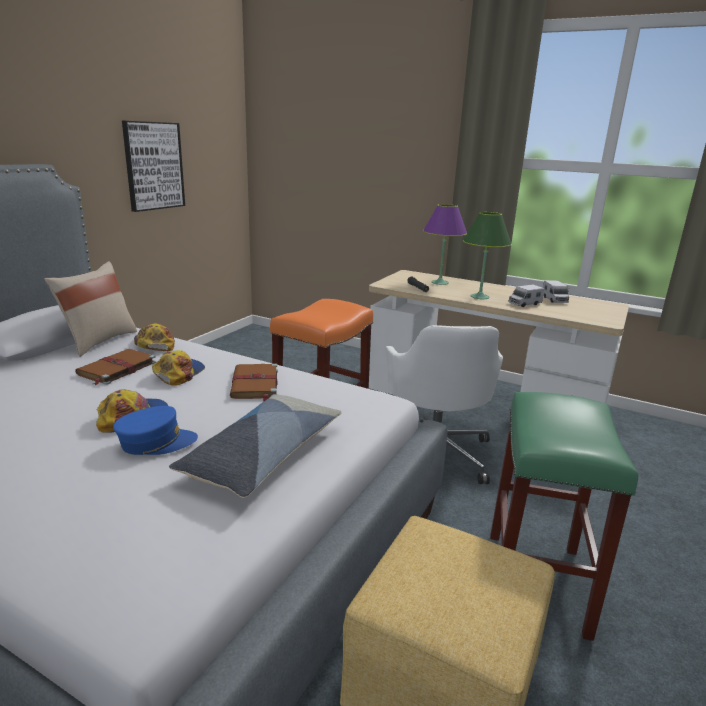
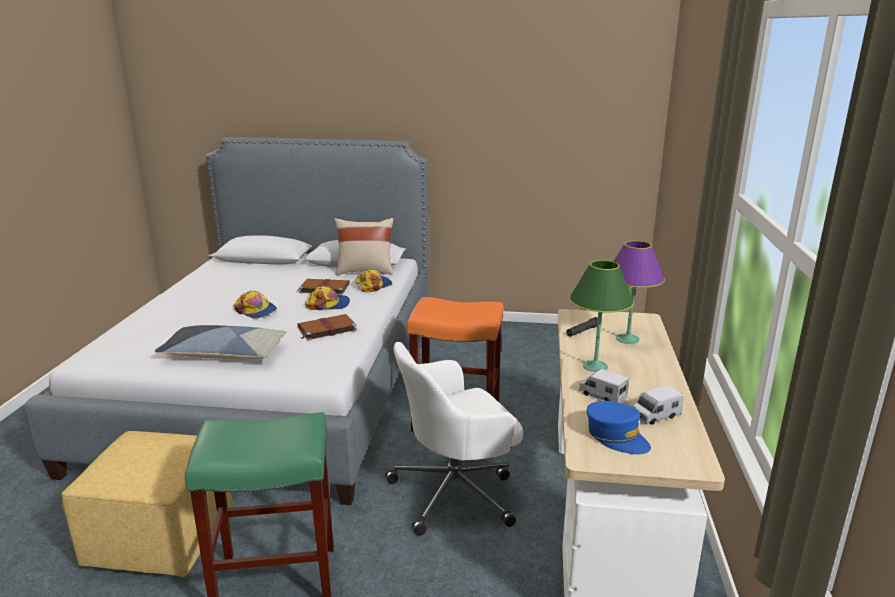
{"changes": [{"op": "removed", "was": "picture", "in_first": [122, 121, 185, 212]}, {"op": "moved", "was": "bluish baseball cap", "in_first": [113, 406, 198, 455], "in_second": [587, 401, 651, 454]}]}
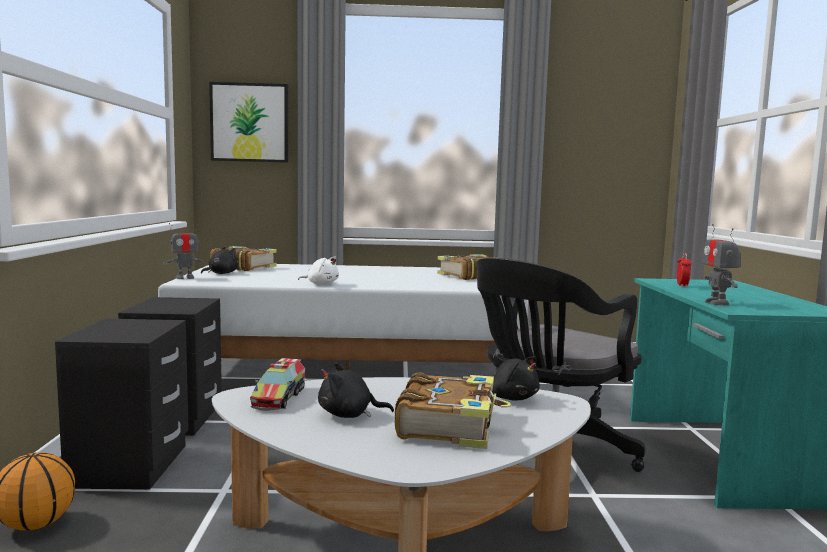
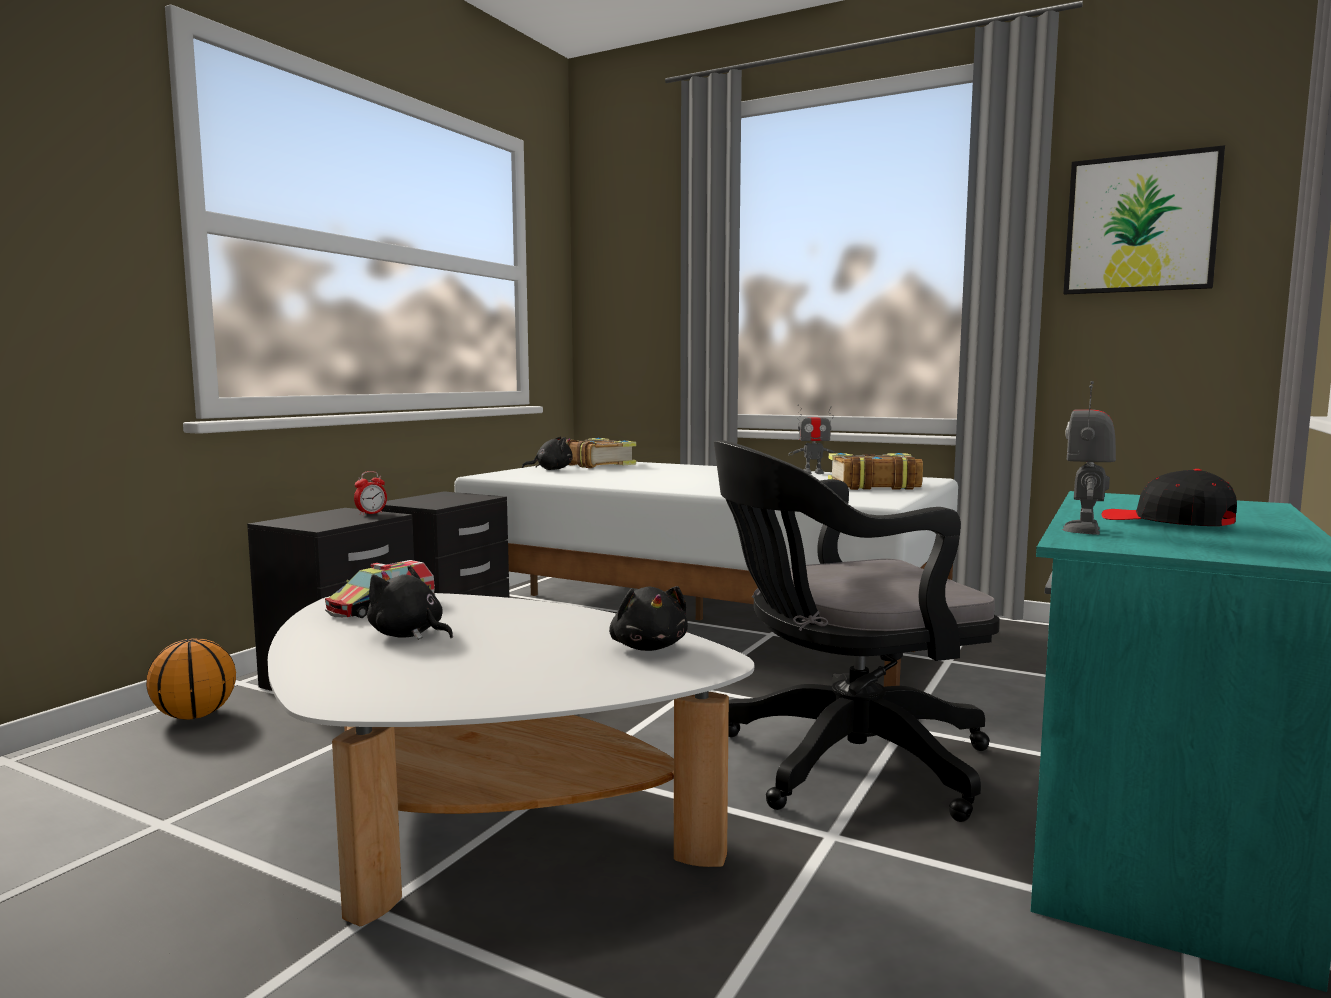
{"changes": [{"op": "removed", "was": "white-coloured plush toy", "in_first": [298, 257, 339, 285]}, {"op": "removed", "was": "book", "in_first": [395, 373, 511, 449]}, {"op": "added", "now": "black-coloured baseball cap", "in_second": [1102, 469, 1237, 526]}, {"op": "moved", "was": "toy robot", "in_first": [163, 223, 206, 279], "in_second": [789, 405, 837, 474]}, {"op": "moved", "was": "picture", "in_first": [209, 82, 288, 163], "in_second": [1063, 145, 1225, 295]}, {"op": "moved", "was": "table clock", "in_first": [677, 253, 692, 287], "in_second": [354, 471, 387, 515]}]}
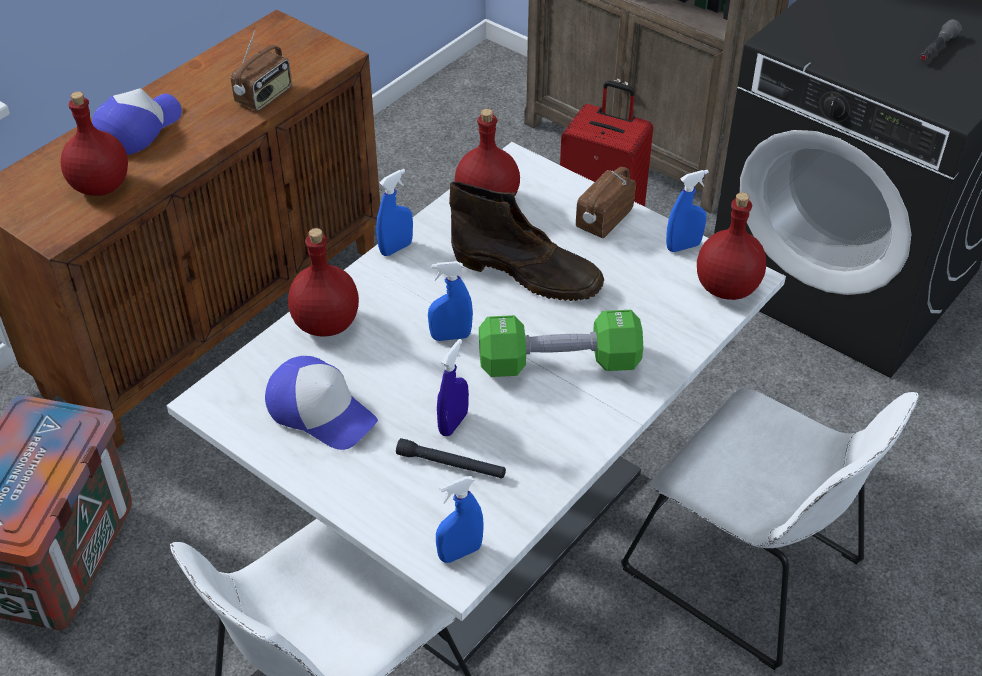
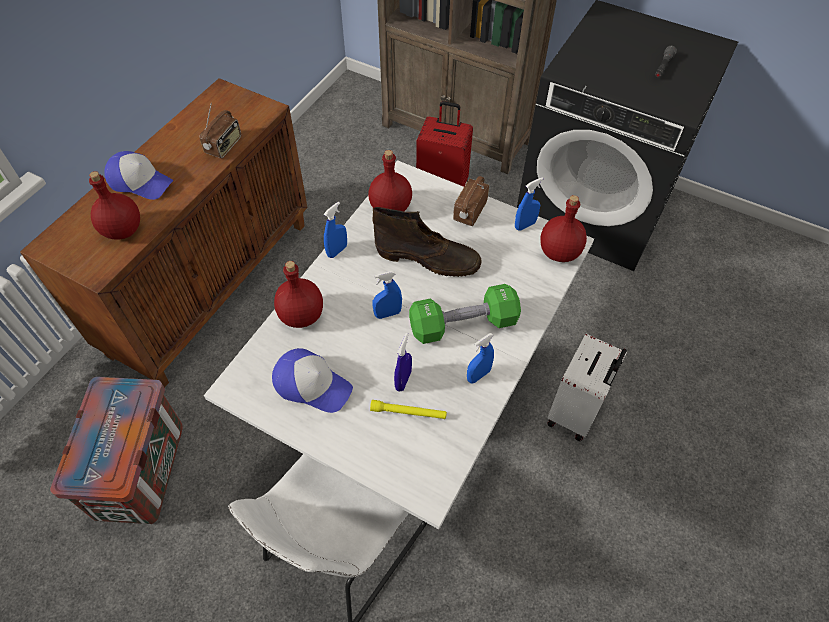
{"changes": [{"op": "moved", "was": "bluish sprayer", "in_first": [436, 476, 484, 563], "in_second": [467, 333, 494, 384]}, {"op": "replaced", "was": "white-coloured upright chair", "now": "white-coloured piece of luggage", "in_first": [621, 388, 919, 670], "in_second": [547, 334, 627, 441]}, {"op": "recoloured", "was": "black-coloured flashlight", "now": "yellow-coloured flashlight", "in_first": [396, 438, 506, 479], "in_second": [370, 400, 447, 419]}, {"op": "turned", "was": "baseball cap", "in_first": [92, 88, 182, 155], "in_second": [104, 151, 173, 200], "clockwise": 90}]}
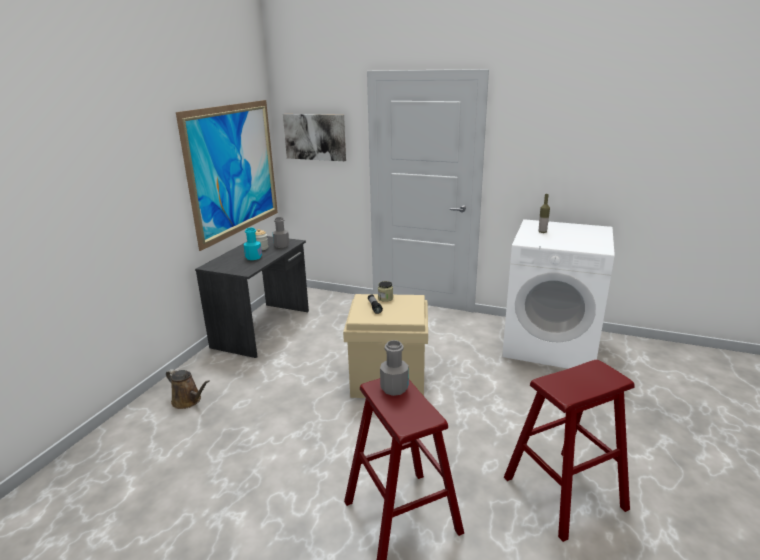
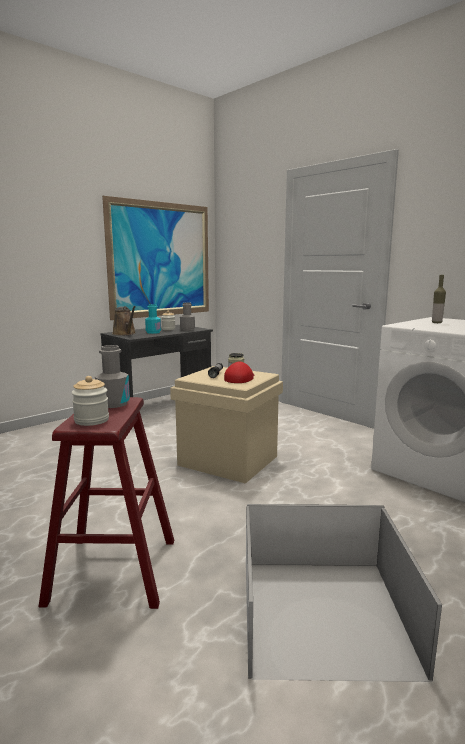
{"changes": [{"op": "removed", "was": "picture", "in_first": [283, 114, 346, 161]}, {"op": "added", "now": "storage jar", "in_second": [72, 376, 109, 426]}, {"op": "added", "now": "reddish baseball cap", "in_second": [224, 362, 254, 383]}, {"op": "moved", "was": "brown-coloured watering pot", "in_first": [166, 369, 210, 409], "in_second": [112, 306, 136, 336]}, {"op": "replaced", "was": "reddish stool seat", "now": "white-coloured storage bin", "in_first": [504, 360, 635, 542], "in_second": [246, 504, 442, 682]}]}
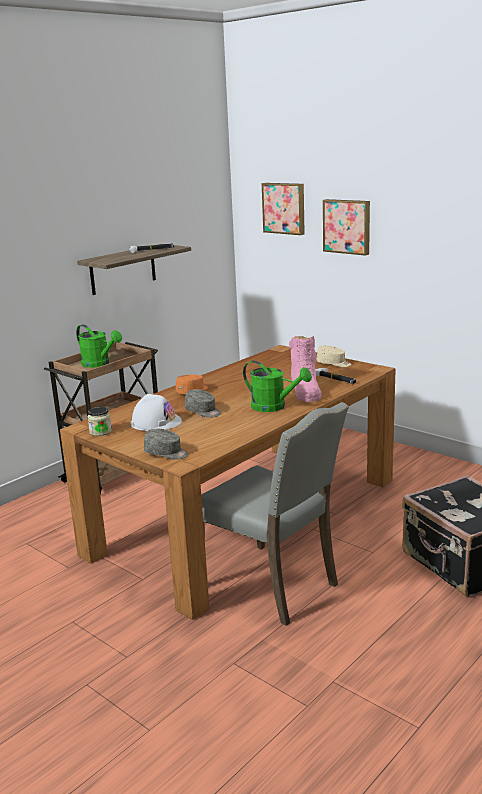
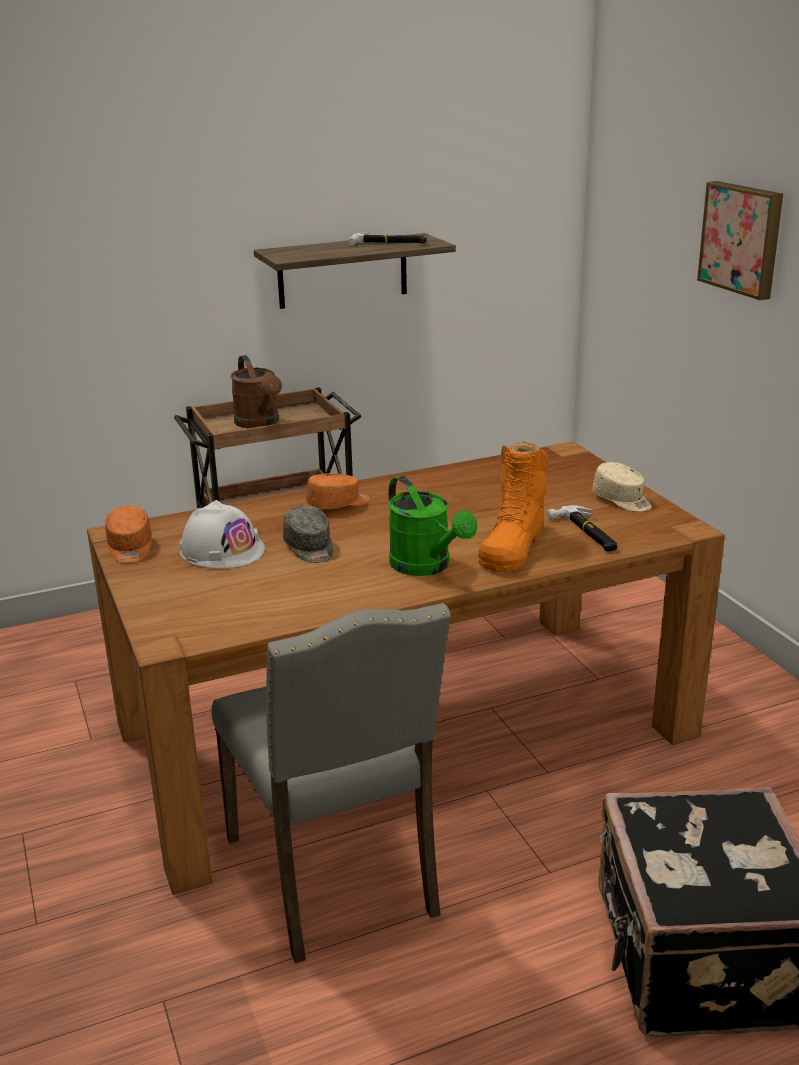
{"changes": [{"op": "removed", "was": "grey baseball cap", "in_first": [144, 429, 189, 460]}, {"op": "removed", "was": "picture", "in_first": [262, 183, 305, 235]}, {"op": "replaced", "was": "storage jar", "now": "orange baseball cap", "in_first": [88, 407, 112, 436], "in_second": [105, 505, 152, 563]}, {"op": "recoloured", "was": "green watering pot", "now": "brown-coloured watering pot", "in_first": [76, 324, 122, 368], "in_second": [231, 355, 282, 428]}, {"op": "recoloured", "was": "pinkish boot", "now": "orange boot", "in_first": [289, 336, 322, 402], "in_second": [478, 442, 548, 572]}]}
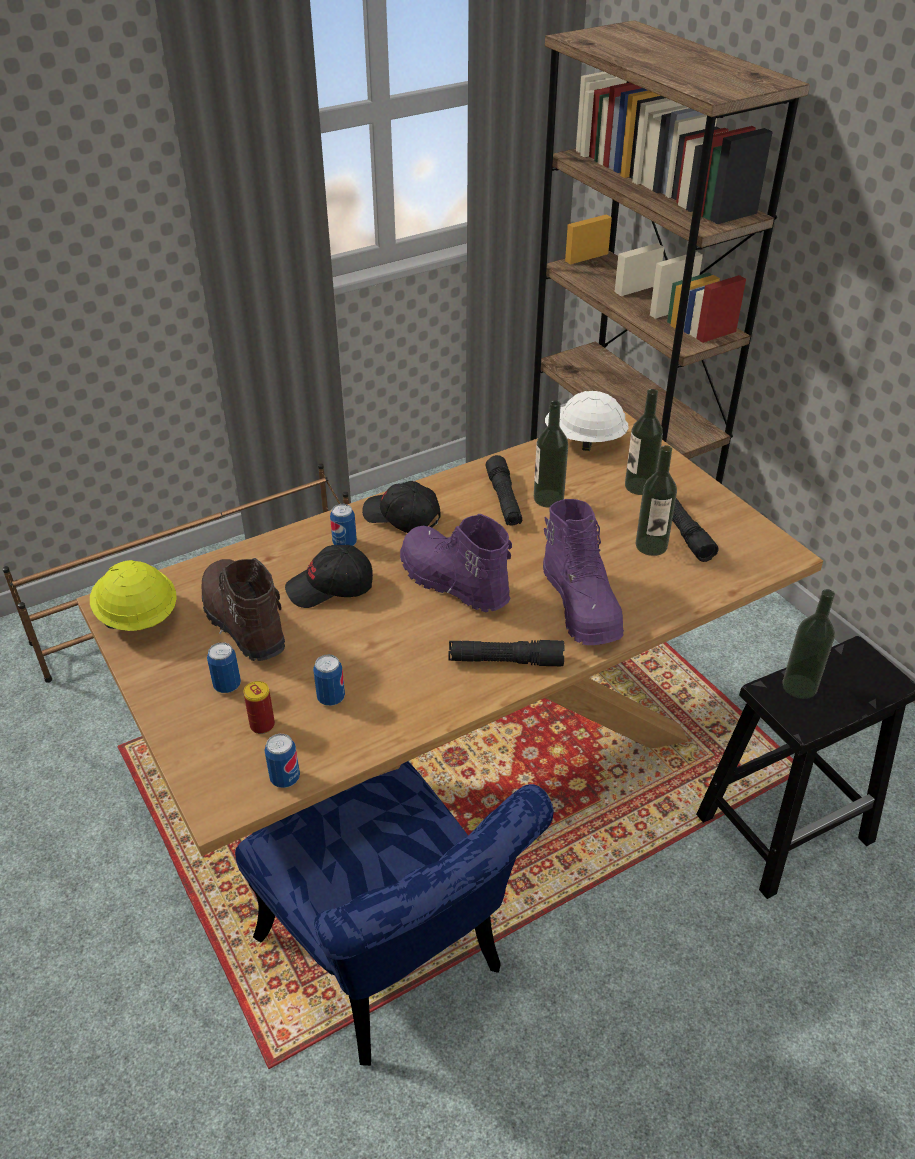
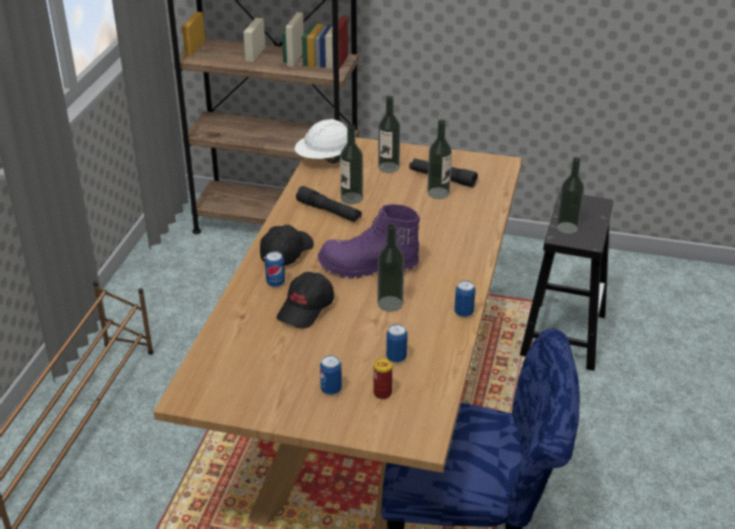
{"changes": [{"op": "removed", "was": "yellow-coloured work helmet", "in_first": [90, 560, 177, 631]}, {"op": "removed", "was": "brown-coloured boot", "in_first": [201, 558, 285, 661]}, {"op": "removed", "was": "black-coloured flashlight", "in_first": [448, 640, 565, 666]}, {"op": "removed", "was": "purple boot", "in_first": [543, 499, 624, 645]}, {"op": "added", "now": "bottle", "in_second": [377, 224, 404, 312]}, {"op": "moved", "was": "sealed can", "in_first": [264, 734, 300, 788], "in_second": [454, 280, 475, 317]}, {"op": "turned", "was": "black-coloured baseball cap", "in_first": [362, 481, 441, 533], "in_second": [260, 225, 314, 266], "clockwise": 135}]}
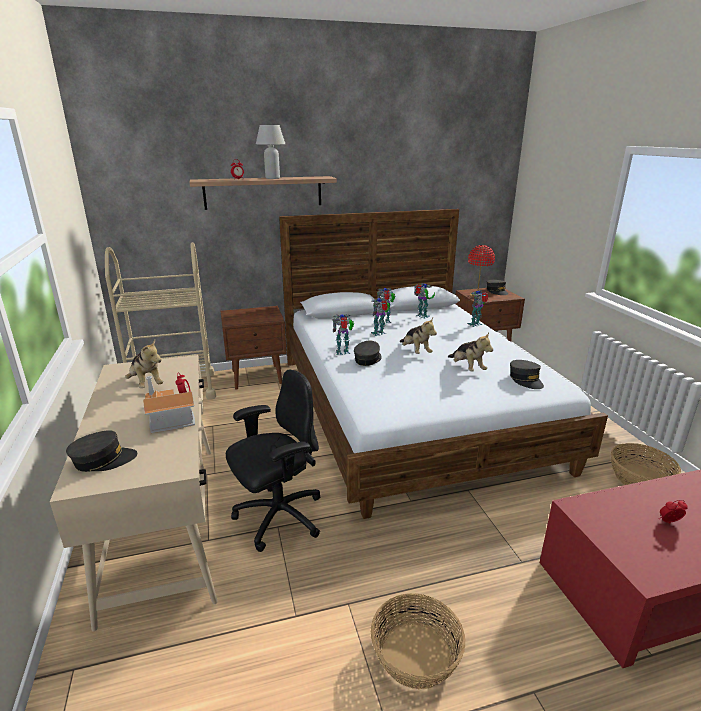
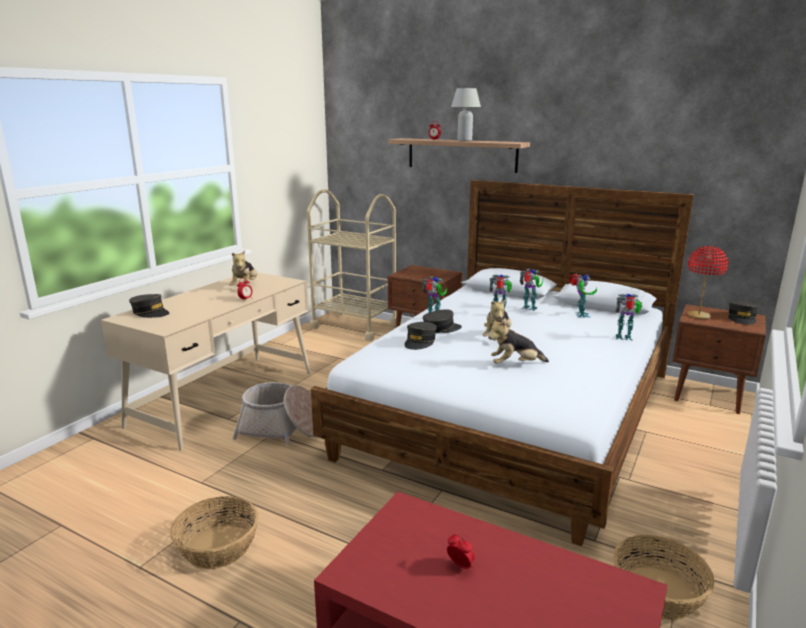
{"changes": [{"op": "removed", "was": "toy house", "in_first": [143, 376, 195, 433]}, {"op": "moved", "was": "grey baseball cap", "in_first": [510, 360, 544, 389], "in_second": [405, 322, 437, 350]}, {"op": "replaced", "was": "black-coloured computer chair", "now": "basket", "in_first": [226, 370, 320, 552], "in_second": [232, 382, 316, 445]}, {"op": "turned", "was": "plush toy", "in_first": [448, 333, 493, 371], "in_second": [488, 319, 549, 364], "clockwise": 60}]}
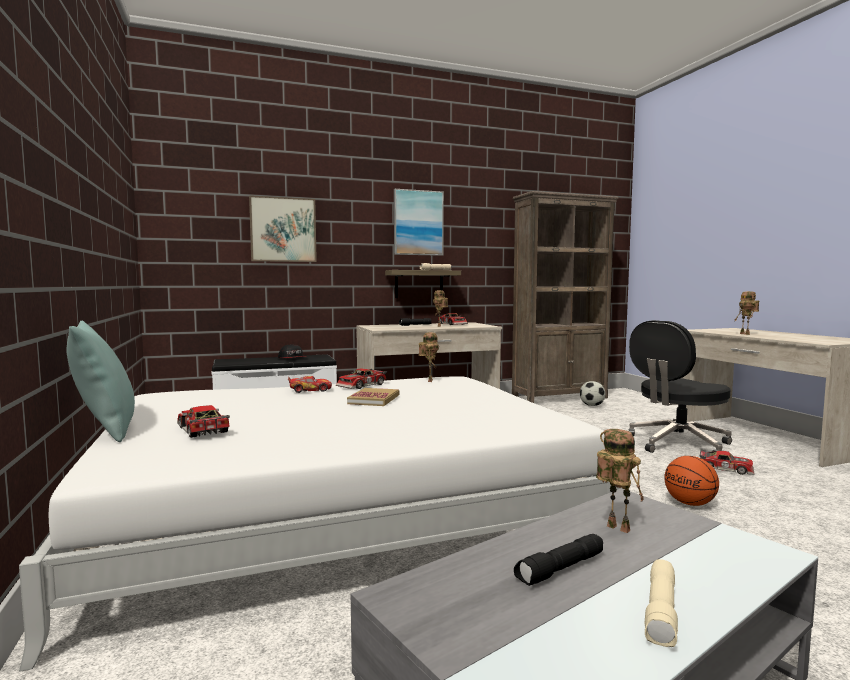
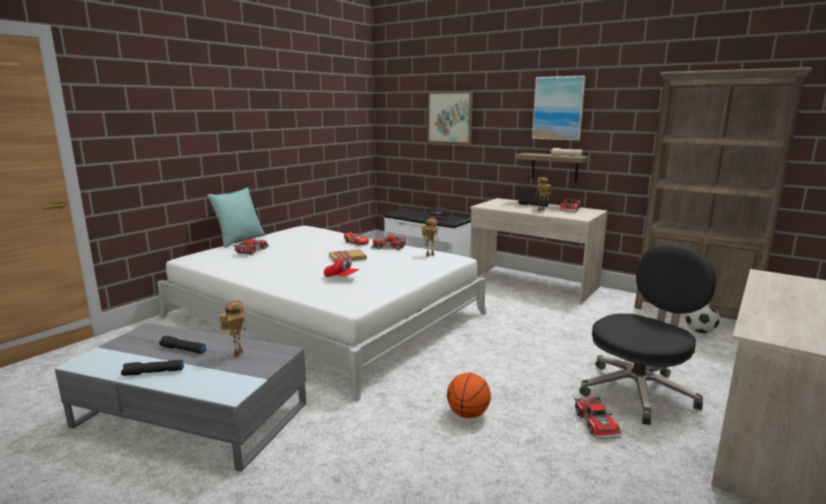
{"changes": [{"op": "removed", "was": "toy robot", "in_first": [735, 291, 760, 335]}, {"op": "added", "now": "reddish baseball cap", "in_second": [324, 256, 359, 277]}, {"op": "recoloured", "was": "sand-coloured flashlight", "now": "black-coloured flashlight", "in_first": [645, 559, 678, 647], "in_second": [121, 360, 184, 376]}, {"op": "turned", "was": "black-coloured computer chair", "in_first": [628, 320, 732, 453], "in_second": [579, 245, 716, 425], "clockwise": 120}]}
